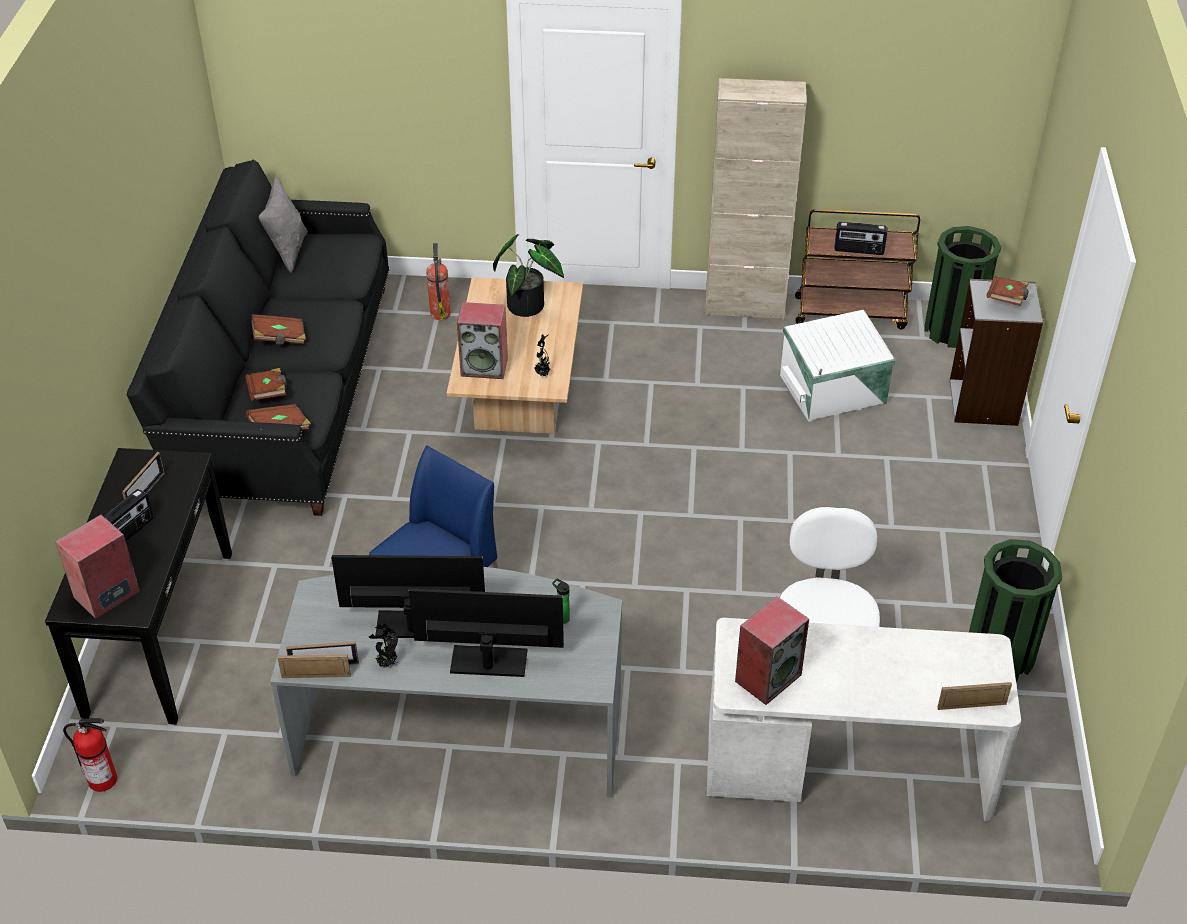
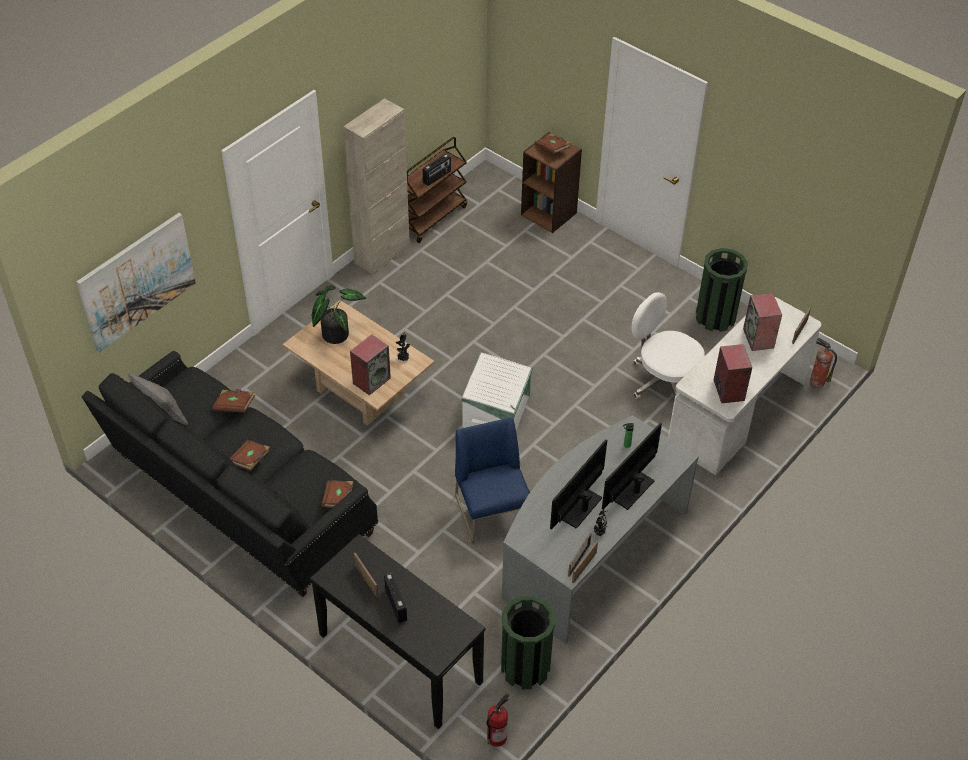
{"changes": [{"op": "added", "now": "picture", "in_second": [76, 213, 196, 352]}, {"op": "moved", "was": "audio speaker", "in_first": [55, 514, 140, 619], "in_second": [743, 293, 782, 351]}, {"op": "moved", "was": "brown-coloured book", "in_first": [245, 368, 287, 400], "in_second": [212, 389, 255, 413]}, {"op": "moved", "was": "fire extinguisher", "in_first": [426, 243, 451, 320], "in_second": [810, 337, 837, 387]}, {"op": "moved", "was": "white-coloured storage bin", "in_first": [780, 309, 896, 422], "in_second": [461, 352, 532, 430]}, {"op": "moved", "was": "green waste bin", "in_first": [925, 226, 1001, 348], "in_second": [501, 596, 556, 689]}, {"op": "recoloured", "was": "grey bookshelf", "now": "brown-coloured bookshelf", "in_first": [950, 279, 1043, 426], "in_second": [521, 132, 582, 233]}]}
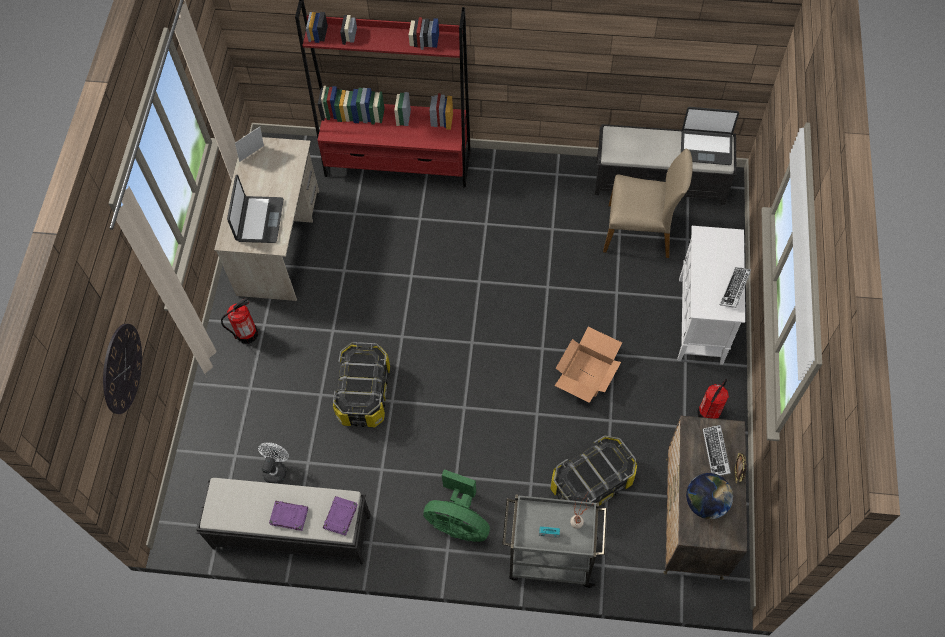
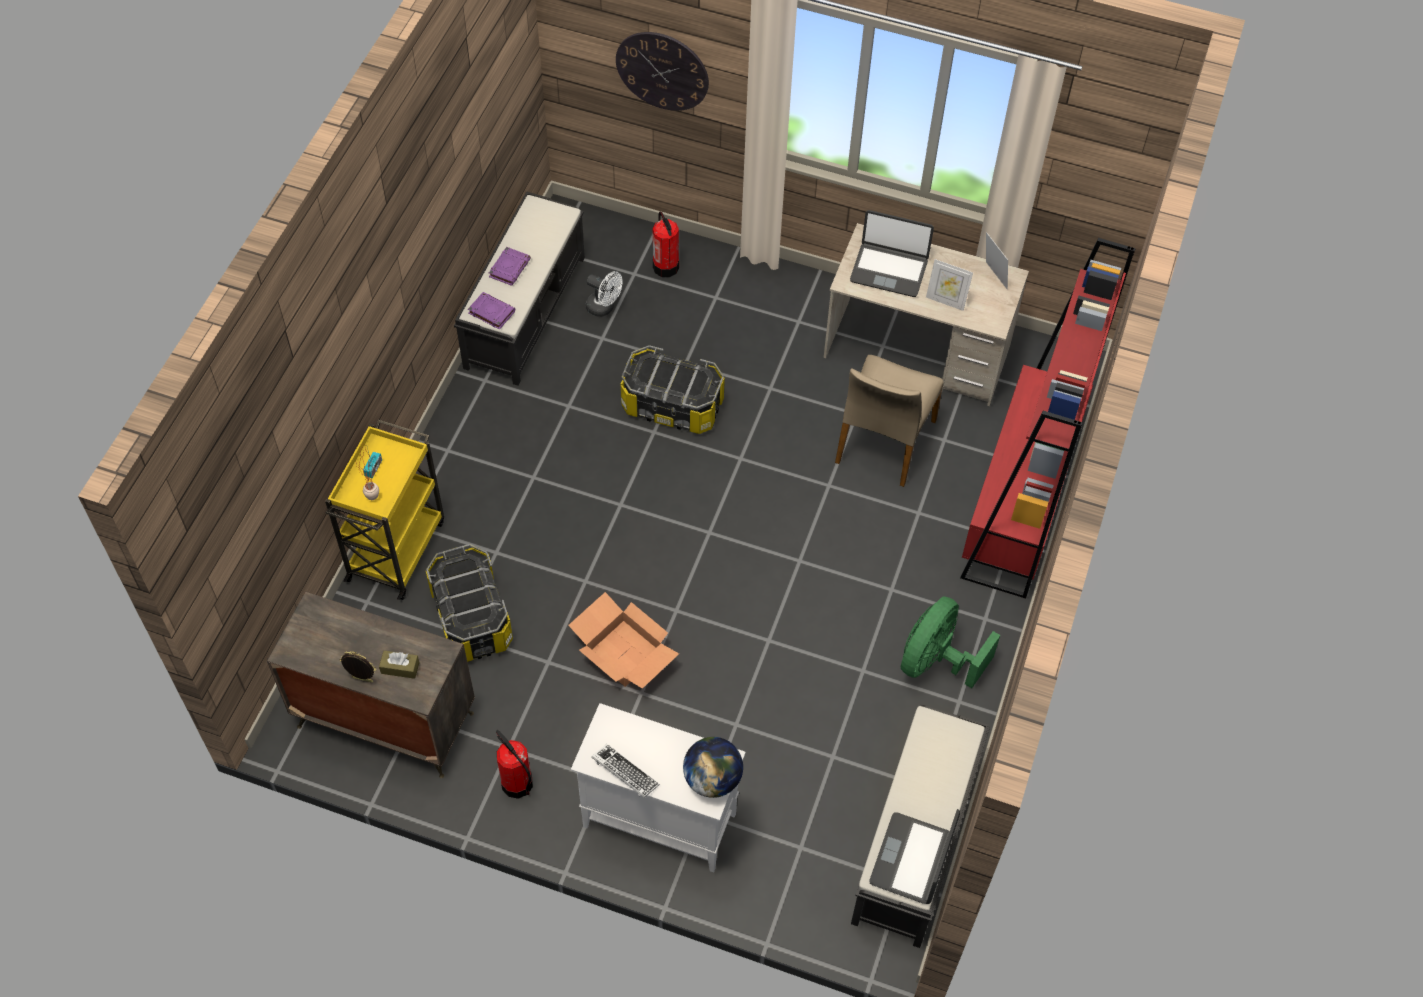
{"changes": [{"op": "added", "now": "photo frame", "in_second": [926, 259, 973, 311]}, {"op": "moved", "was": "fire extinguisher", "in_first": [221, 298, 258, 344], "in_second": [653, 212, 679, 277]}, {"op": "moved", "was": "green electric fan", "in_first": [423, 469, 490, 542], "in_second": [901, 596, 1000, 688]}, {"op": "moved", "was": "sand-coloured upright chair", "in_first": [603, 149, 693, 258], "in_second": [835, 355, 944, 487]}, {"op": "moved", "was": "desk globe", "in_first": [686, 473, 733, 519], "in_second": [683, 737, 743, 798]}, {"op": "replaced", "was": "computer keyboard", "now": "brown-coloured tissue box", "in_first": [703, 425, 731, 476], "in_second": [379, 651, 419, 679]}, {"op": "recoloured", "was": "grey cart", "now": "yellow-coloured cart", "in_first": [502, 494, 607, 588], "in_second": [325, 419, 444, 600]}]}
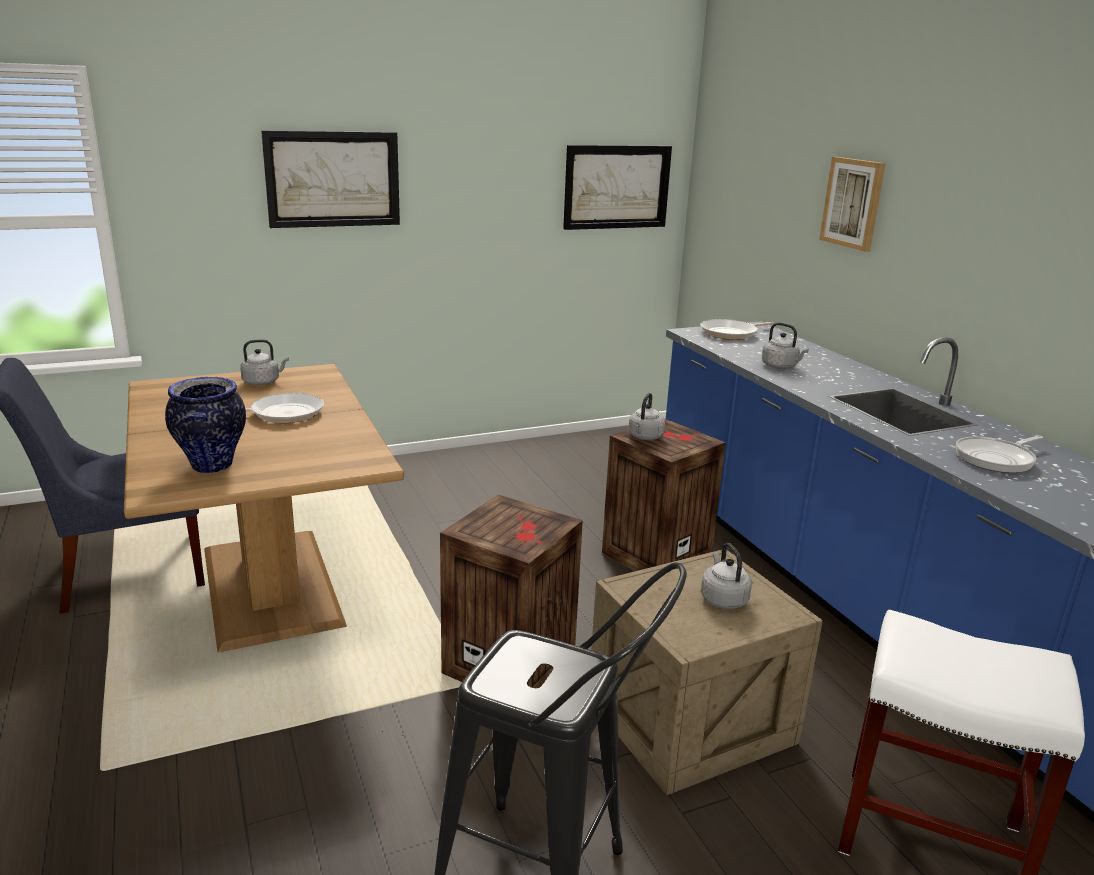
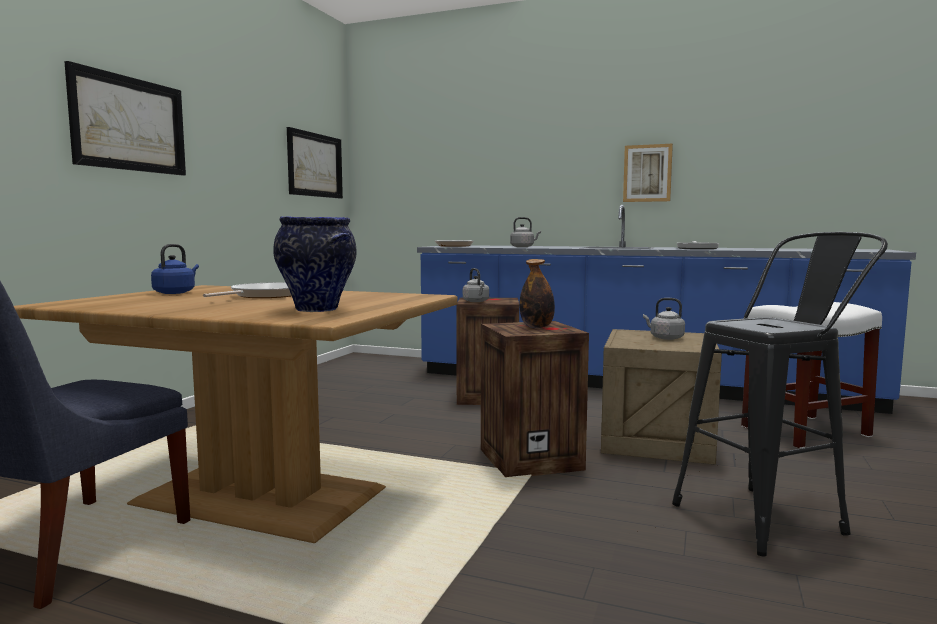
{"changes": [{"op": "added", "now": "bottle", "in_second": [519, 259, 555, 328]}, {"op": "moved", "was": "picture", "in_first": [819, 157, 886, 252], "in_second": [623, 144, 673, 202]}, {"op": "recoloured", "was": "grey tea kettle", "now": "bluish tea kettle", "in_first": [240, 339, 289, 385], "in_second": [151, 244, 199, 294]}]}
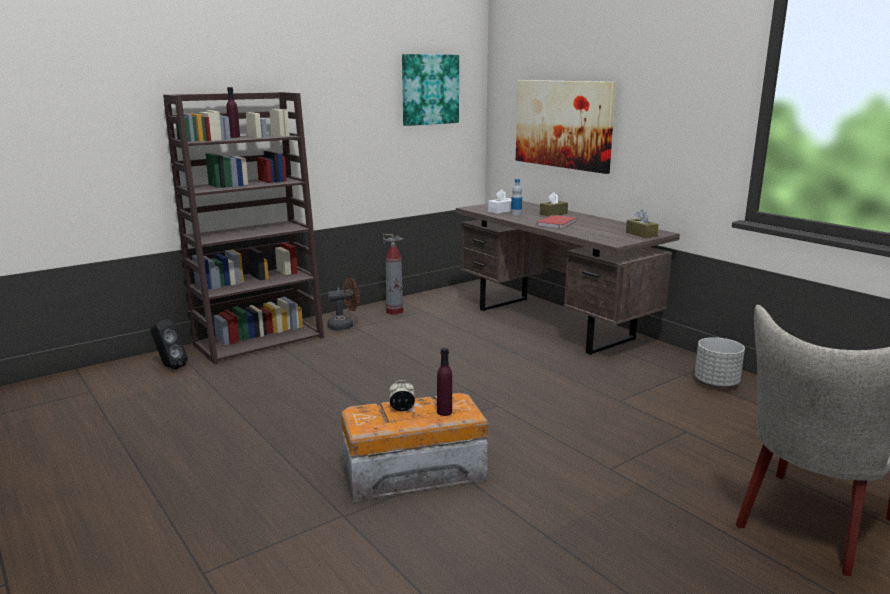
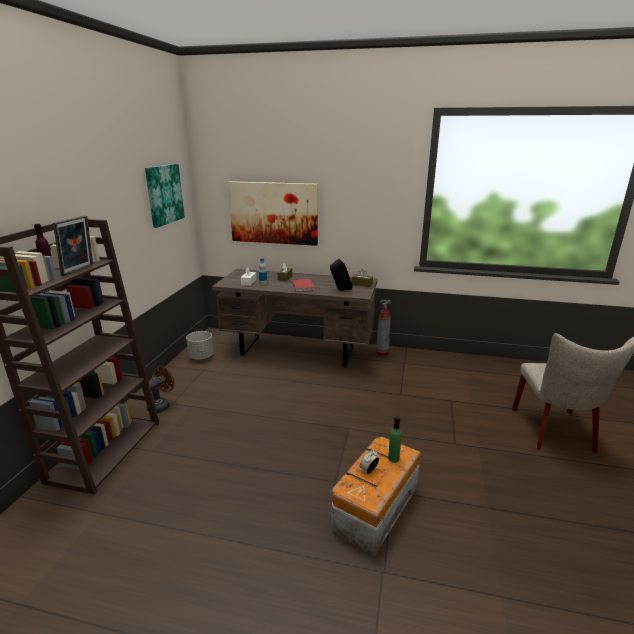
{"changes": [{"op": "added", "now": "photo frame", "in_second": [53, 216, 93, 276]}, {"op": "moved", "was": "black-coloured audio speaker", "in_first": [150, 319, 188, 370], "in_second": [330, 259, 353, 291]}, {"op": "moved", "was": "fire extinguisher", "in_first": [383, 234, 403, 314], "in_second": [376, 300, 391, 356]}, {"op": "moved", "was": "grey flower pot", "in_first": [695, 337, 745, 387], "in_second": [186, 331, 214, 360]}, {"op": "recoloured", "was": "purple bottle", "now": "green bottle", "in_first": [437, 348, 452, 416], "in_second": [388, 416, 401, 463]}]}
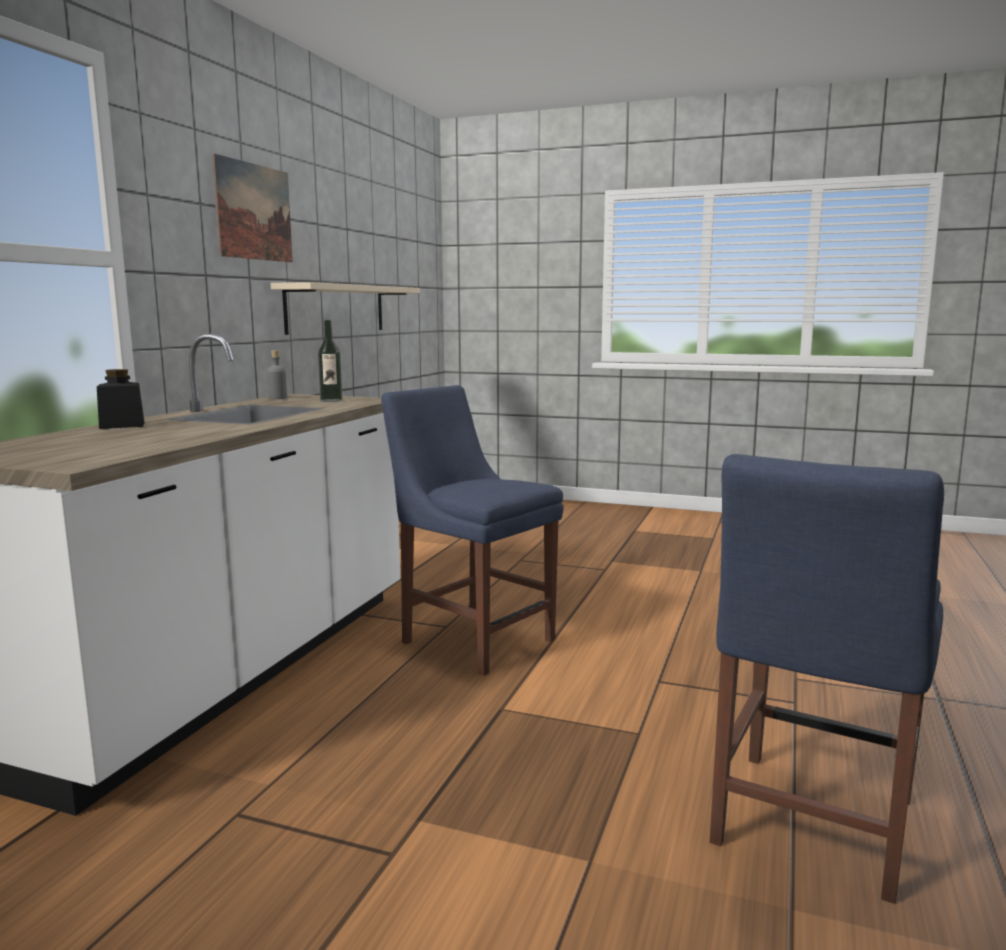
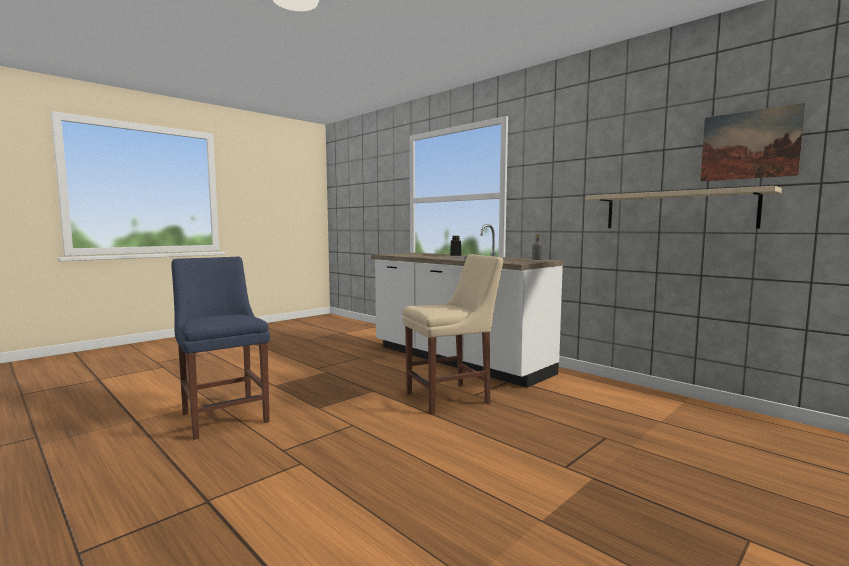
{"changes": [{"op": "removed", "was": "bottle", "in_first": [318, 320, 342, 402]}, {"op": "moved", "was": "picture", "in_first": [212, 153, 293, 262], "in_second": [700, 103, 806, 182]}, {"op": "recoloured", "was": "bluish upright chair", "now": "sand-coloured upright chair", "in_first": [381, 385, 563, 676], "in_second": [402, 254, 503, 414]}]}
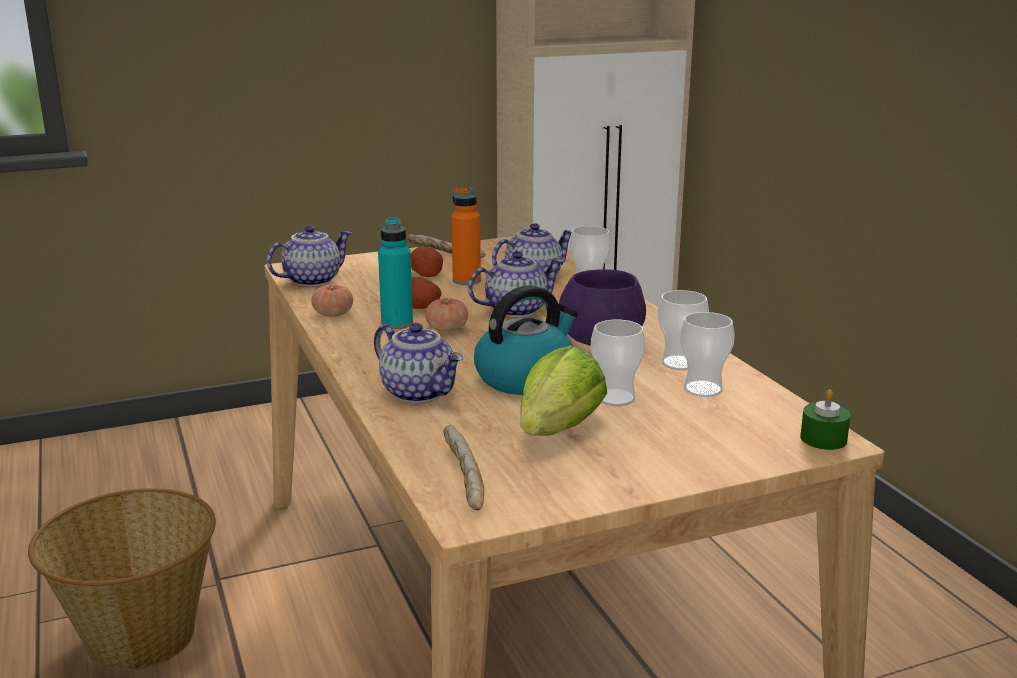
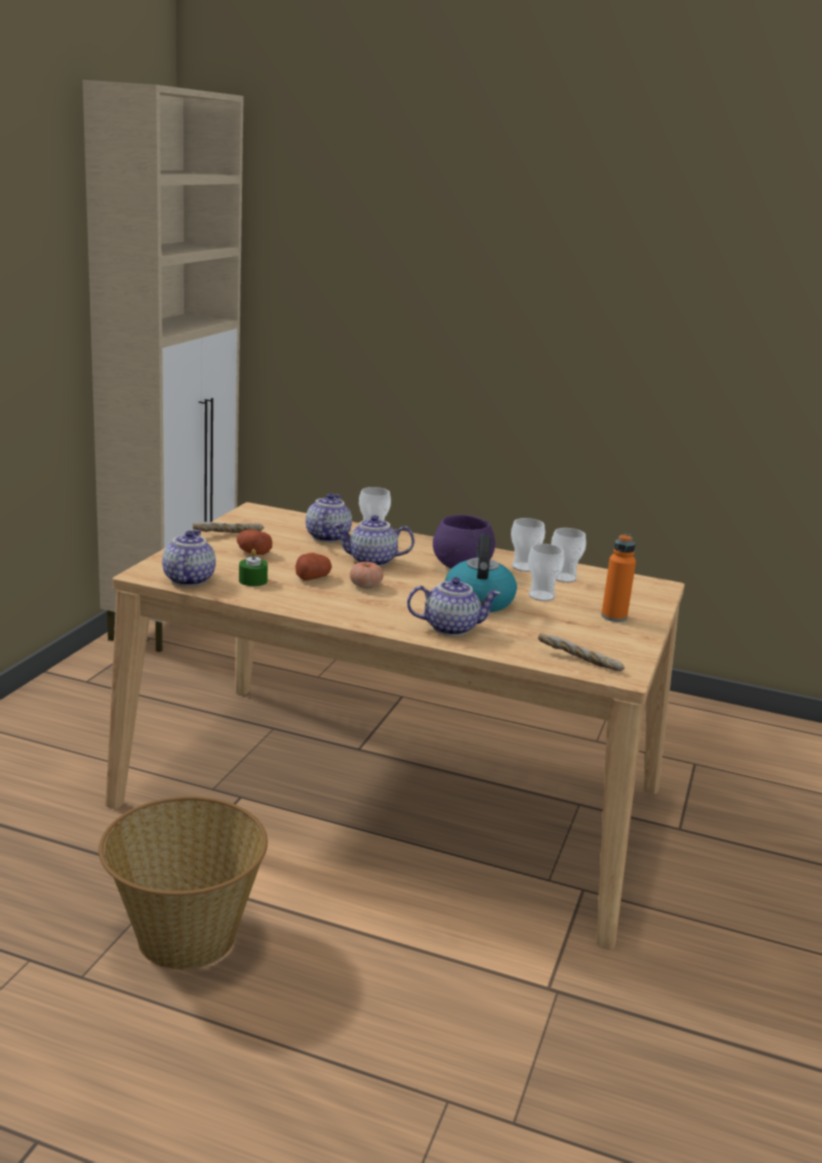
{"changes": [{"op": "removed", "was": "whole tomato", "in_first": [311, 285, 353, 317]}, {"op": "removed", "was": "turquoise bottle", "in_first": [378, 217, 413, 329]}, {"op": "removed", "was": "head of lettuce", "in_first": [520, 346, 607, 436]}, {"op": "moved", "was": "orange bottle", "in_first": [451, 187, 481, 285], "in_second": [601, 534, 636, 622]}, {"op": "moved", "was": "green wax light", "in_first": [800, 389, 851, 450], "in_second": [239, 549, 268, 586]}, {"op": "turned", "was": "teapot", "in_first": [468, 251, 564, 317], "in_second": [334, 515, 414, 566], "clockwise": -105}]}
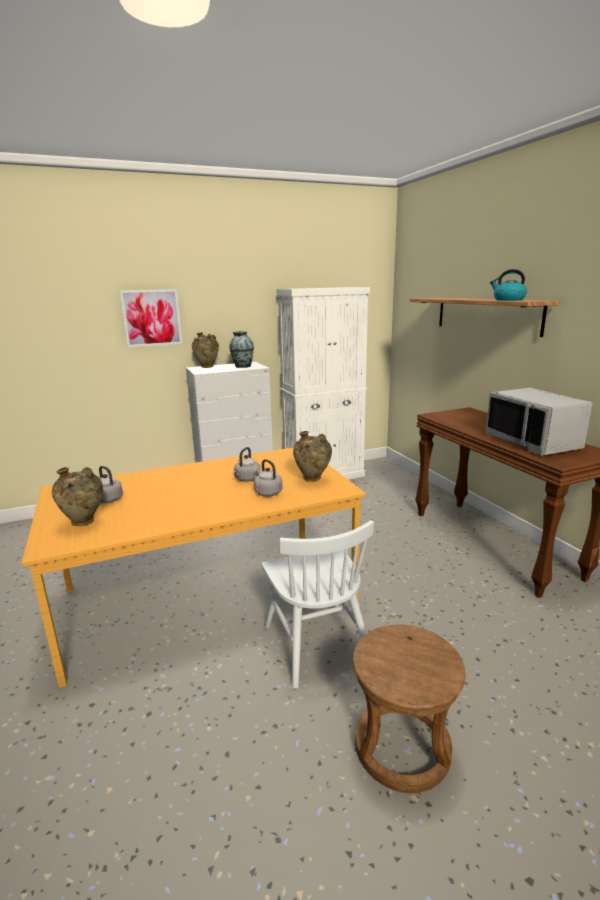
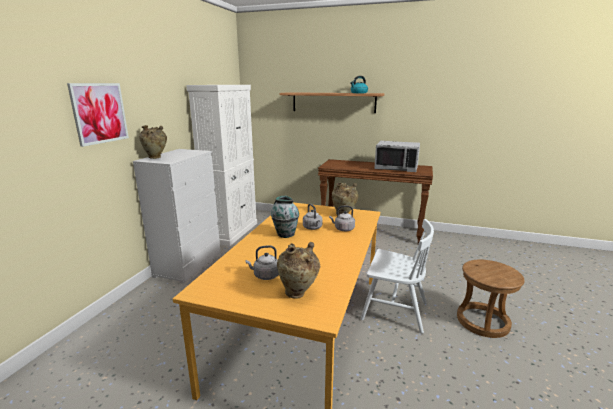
{"changes": [{"op": "moved", "was": "vase", "in_first": [229, 331, 254, 368], "in_second": [271, 196, 299, 238]}]}
